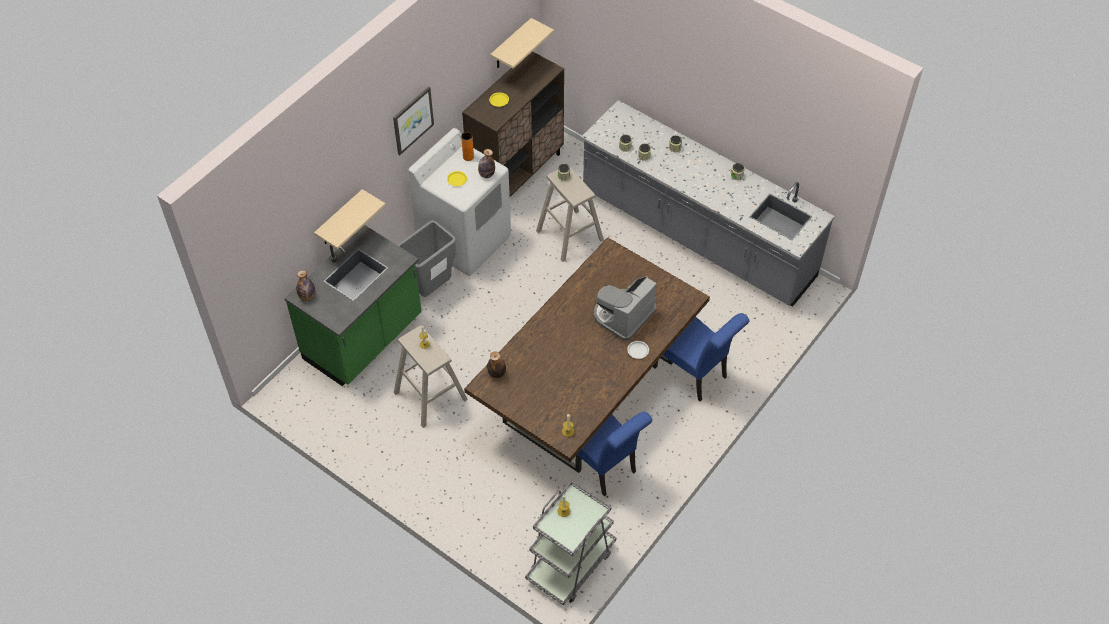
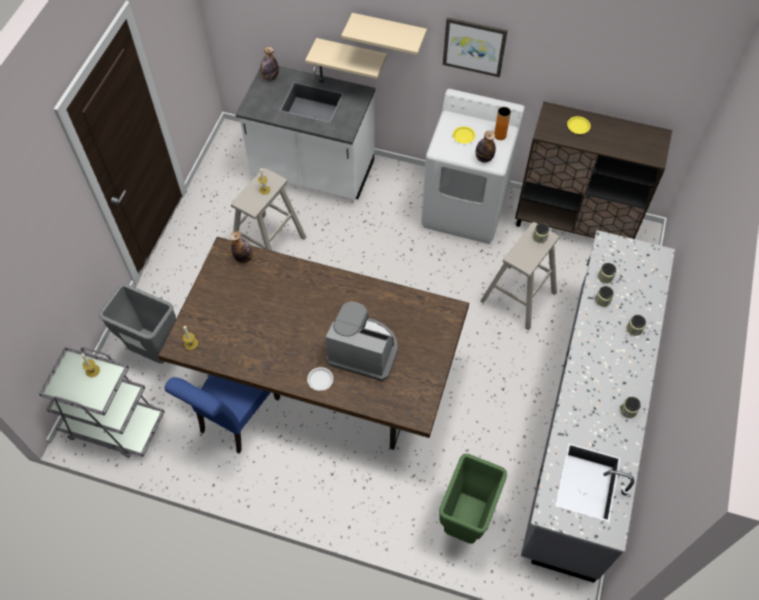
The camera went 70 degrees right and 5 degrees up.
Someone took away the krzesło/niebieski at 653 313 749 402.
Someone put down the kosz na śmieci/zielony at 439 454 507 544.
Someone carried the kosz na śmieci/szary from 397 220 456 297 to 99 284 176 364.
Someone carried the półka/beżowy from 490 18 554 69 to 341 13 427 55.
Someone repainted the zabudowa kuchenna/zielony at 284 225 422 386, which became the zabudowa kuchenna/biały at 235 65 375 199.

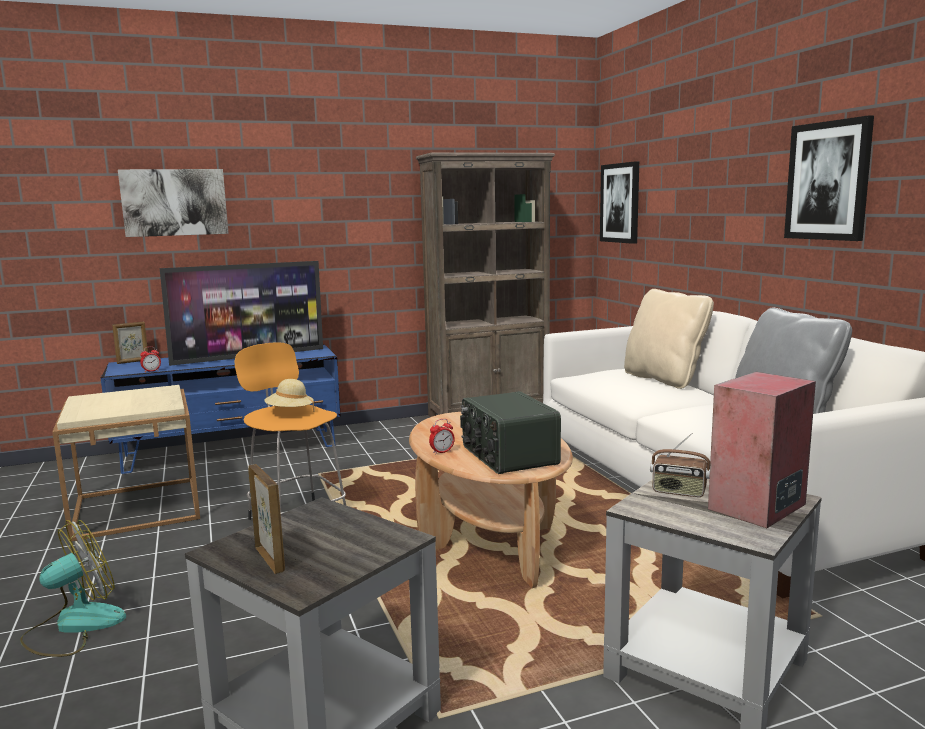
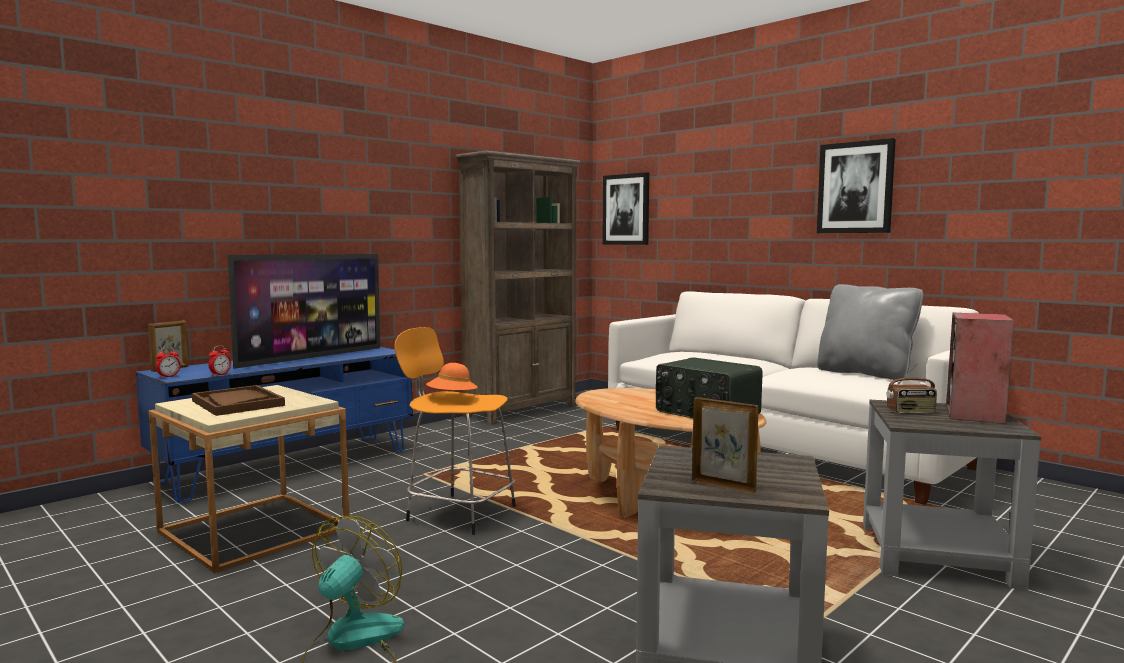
The camera went 25 degrees left and 5 degrees down.
Someone took away the obraz at 118 169 229 237.
Someone took away the poduszka/beżowy at 624 289 714 389.
Someone put down the taca/brązowy at 192 385 285 416.
Someone carried the budzik from 429 419 455 454 to 155 347 181 378.
Someone repainted the kapelusz/beżowy at 264 379 314 412, which became the kapelusz/pomarańczowy at 426 363 477 395.

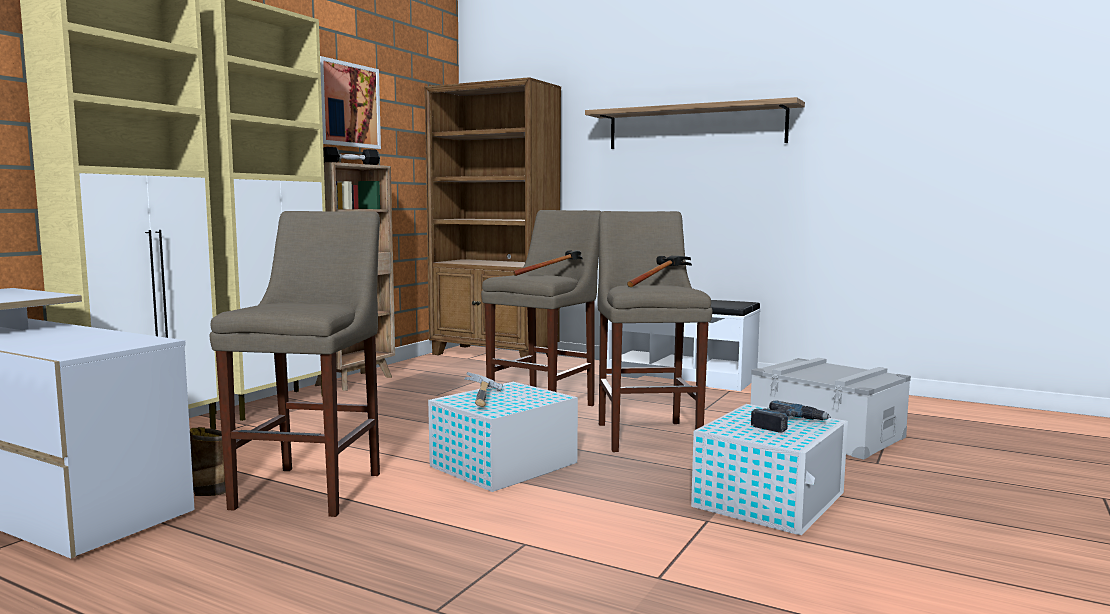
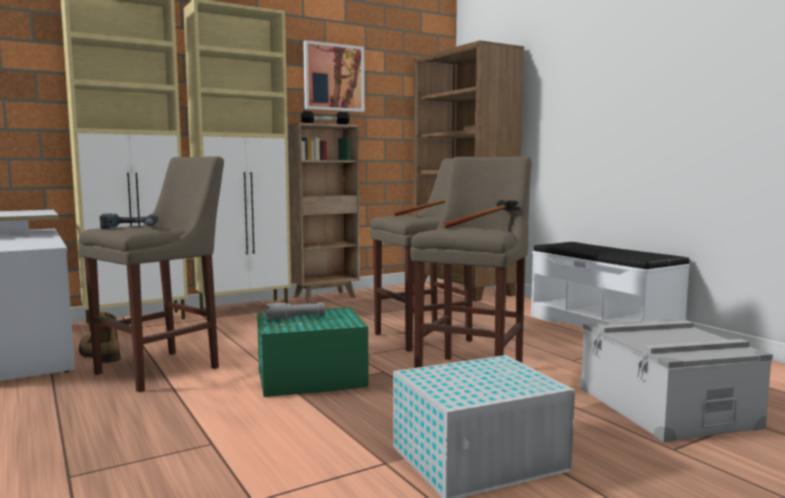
The camera went 30 degrees right and 0 degrees up.
Someone took away the półka at 585 97 805 149.
Someone carried the wiertarka from 751 401 831 433 to 100 213 158 229.
Someone swapped the młotek at 464 372 503 407 for the latarka/szary at 266 302 325 320.
Someone repainted the pojemnik do przechowywania/biały at 428 382 578 492, which became the pojemnik do przechowywania/zielony at 257 307 369 397.

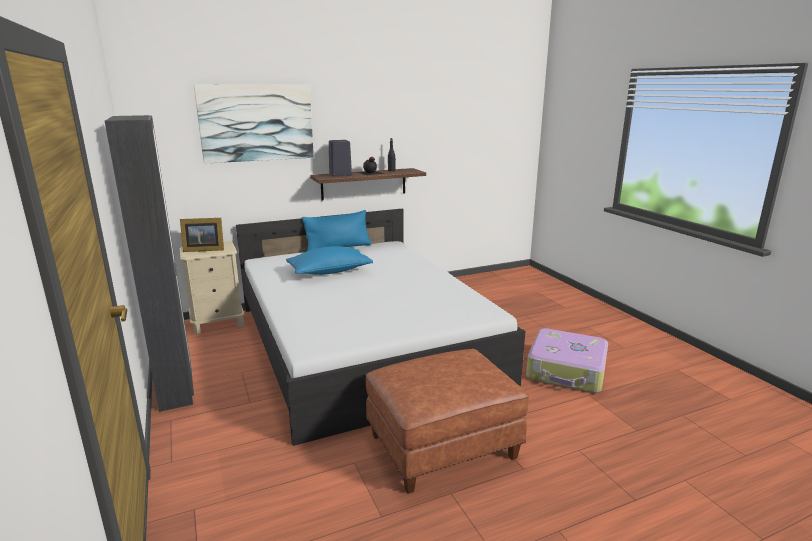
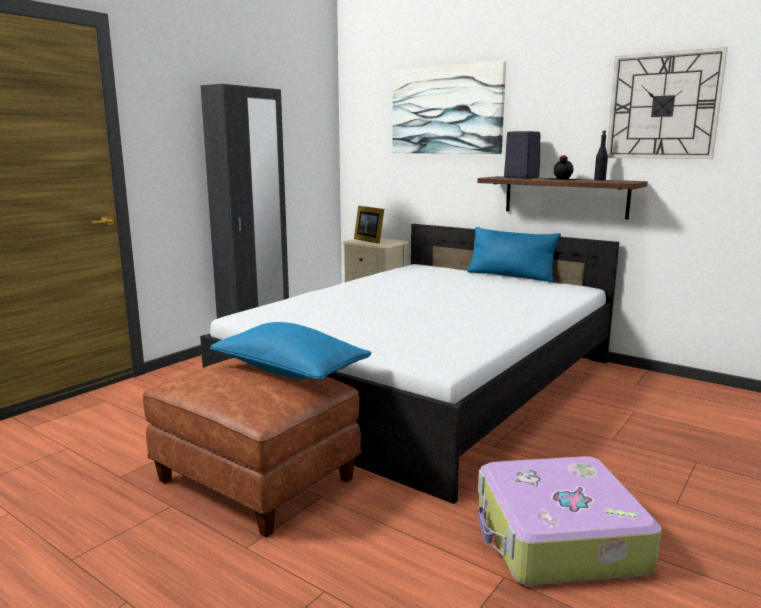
The camera went 60 degrees right and 5 degrees down.
Someone put up the zegar ścienny at 607 47 728 159.
Someone carried the poduszka/niebieski from 286 246 373 275 to 210 322 371 381.

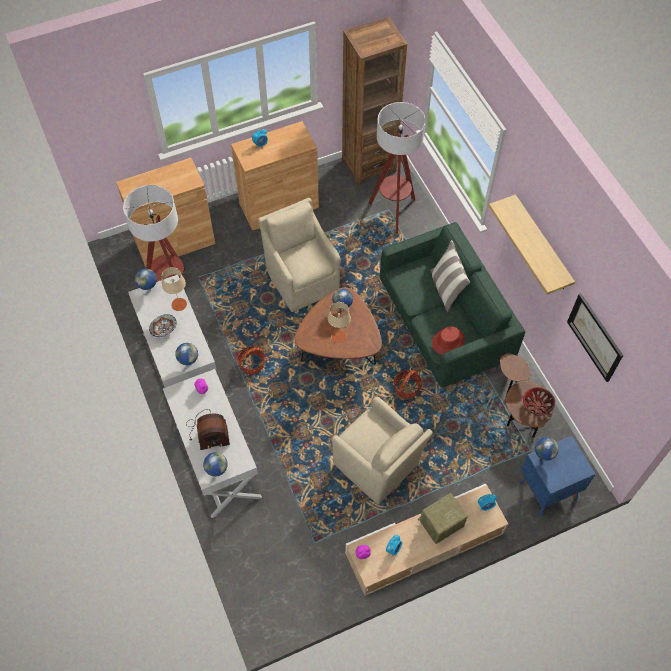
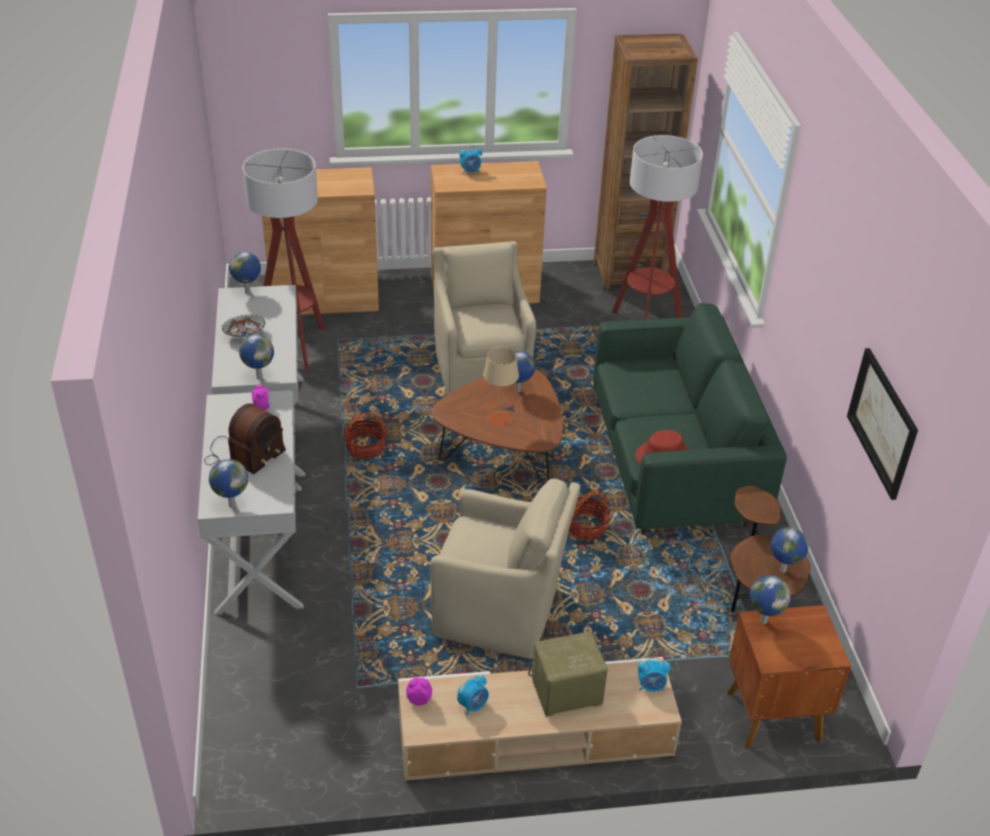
The camera went 15 degrees right and 20 degrees down.
Someone took away the lampa stołowa/beżowy at 162 267 187 311.
Someone took away the poduszka at 431 240 470 312.
Someone took away the półka at 489 194 575 295.
Someone swapped the miska at 523 387 555 416 for the globus at 771 527 809 573.
Someone repainted the szafka nocna/niebieski at 520 436 596 517, which became the szafka nocna/brązowy at 727 605 851 749.
Someone rotated the radio at 186 409 230 450 by 60 degrees counterclockwise.
Someone rotated the fotel/beżowy at 332 397 433 504 by 45 degrees counterclockwise.

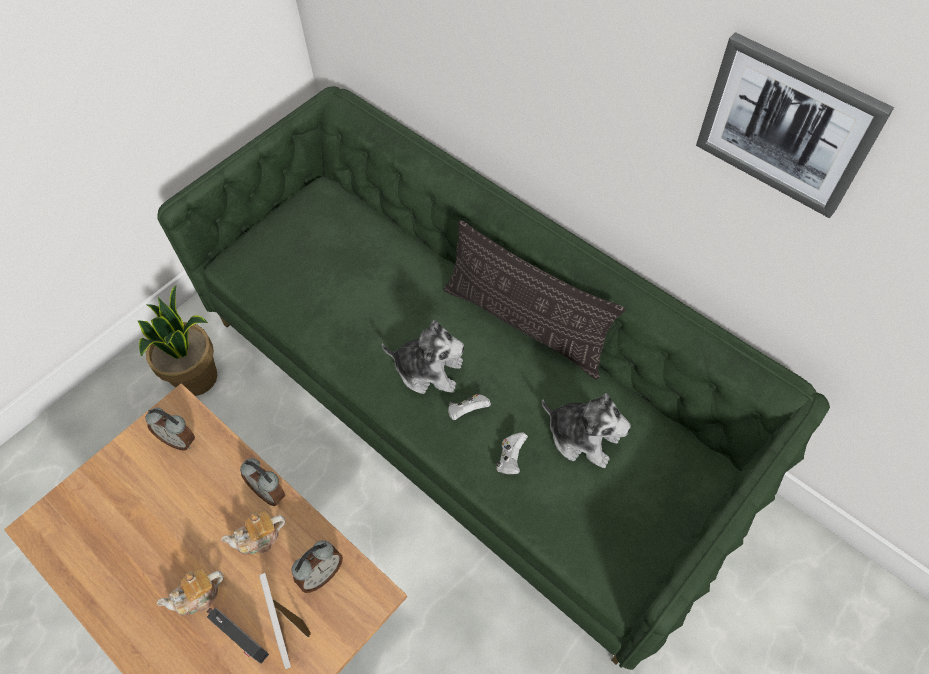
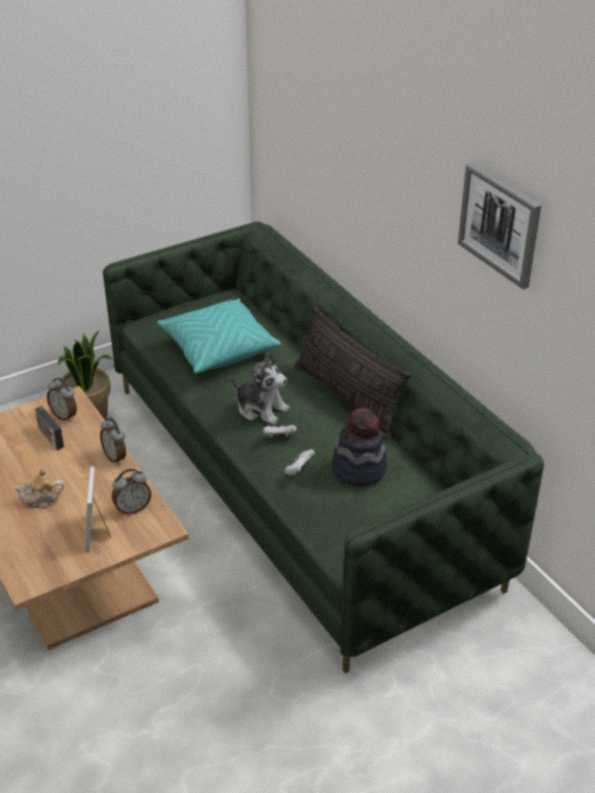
The camera went 15 degrees right and 20 degrees down.
Someone took away the imbryk at 221 511 285 555.
Someone put down the poduszka/turkusowy at 157 298 281 373.
Someone carried the radio from 207 608 269 664 to 35 404 64 450.
Someone swapped the pluszak at 542 393 631 468 for the kapelusz at 332 408 388 486.

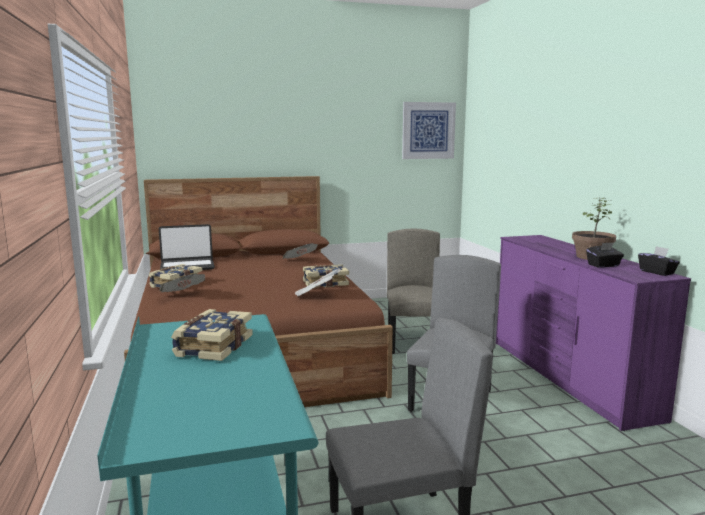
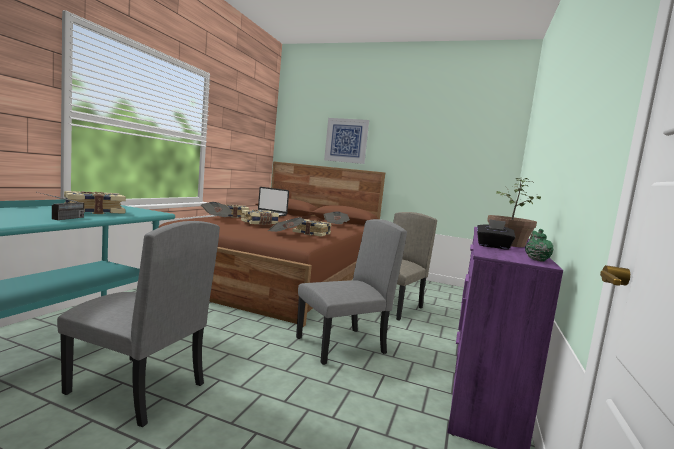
The camera went 35 degrees right and 5 degrees down.
Someone put down the radio at 36 192 84 220.
Someone put down the książka at 241 210 279 225.
Someone carried the obraz from 402 102 456 159 to 324 118 369 164.
Someone swapped the pudełko chusteczek/czarny at 638 246 680 276 for the imbryk/zielony at 525 229 553 262.

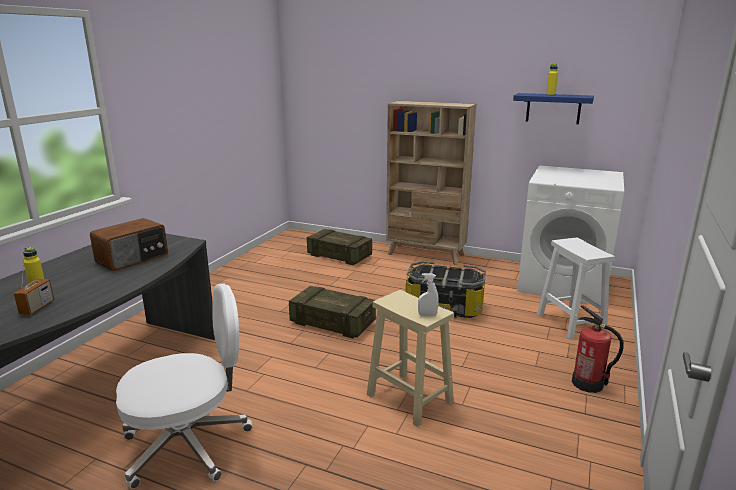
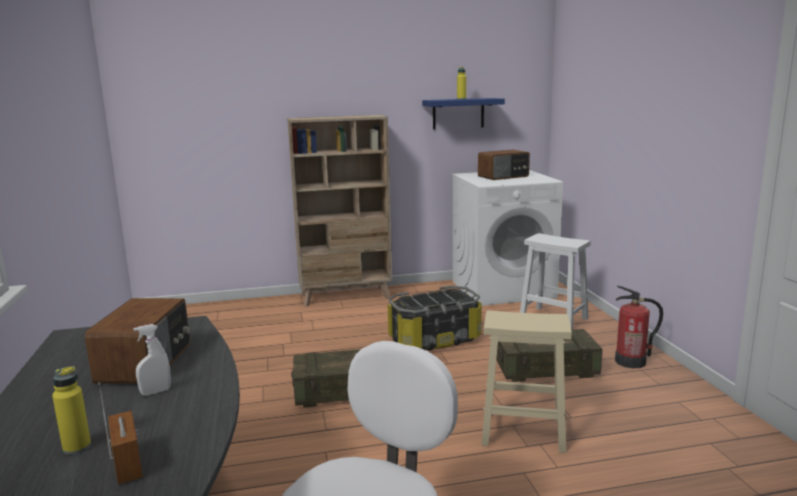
The camera went 35 degrees left and 5 degrees down.
Someone put down the radio at 478 150 530 180.
Someone carried the skrzynka from 307 229 372 265 to 496 329 602 382.
Someone carried the spryskiwacz/biały from 418 273 439 316 to 134 324 171 396.

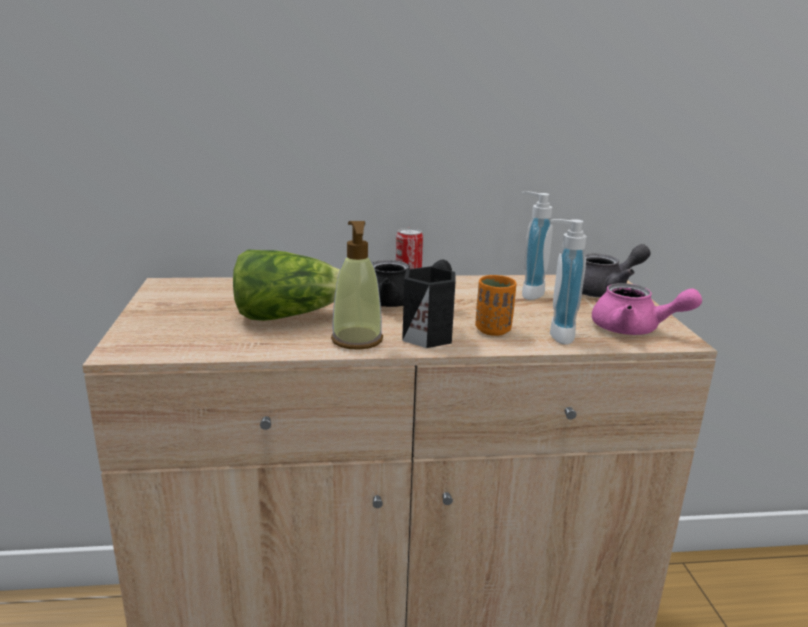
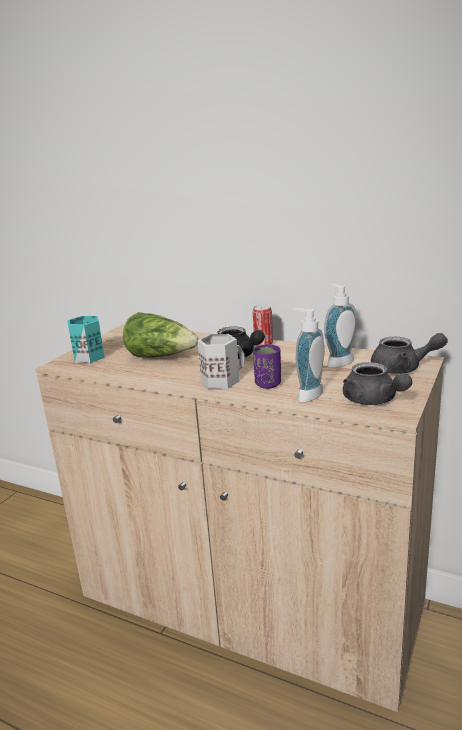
The camera went 35 degrees right and 0 degrees up.
Someone took away the dozownik mydła at 331 221 383 350.
Someone put down the kubek/turkusowy at 68 316 105 363.
Someone repainted the kubek/czarny at 402 266 456 348, which became the kubek/biały at 197 334 245 389.
Someone repainted the filiżanka/pomarańczowy at 475 275 517 336, which became the filiżanka/fioletowy at 253 344 281 389.
Someone repainted the imbryk/różowy at 592 283 702 335, which became the imbryk/szary at 343 362 412 405.

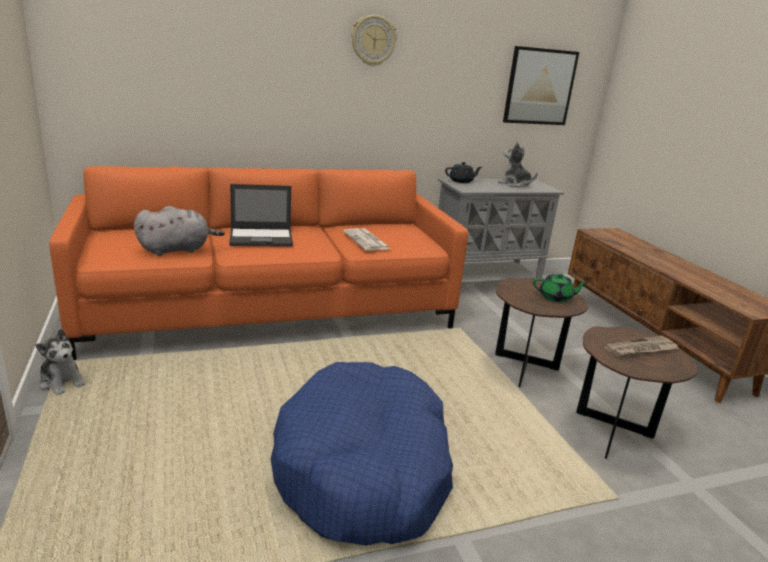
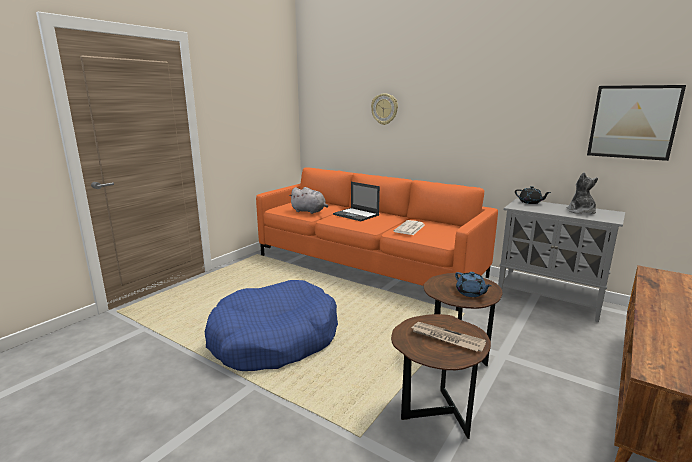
The camera went 55 degrees right and 5 degrees down.
Someone took away the pluszak at 36 329 86 395.
Someone carried the zegar ścienny from 351 15 397 66 to 371 93 398 125.
Someone repainted the imbryk/zielony at 533 273 588 302, which became the imbryk/niebieski at 455 272 492 297.

